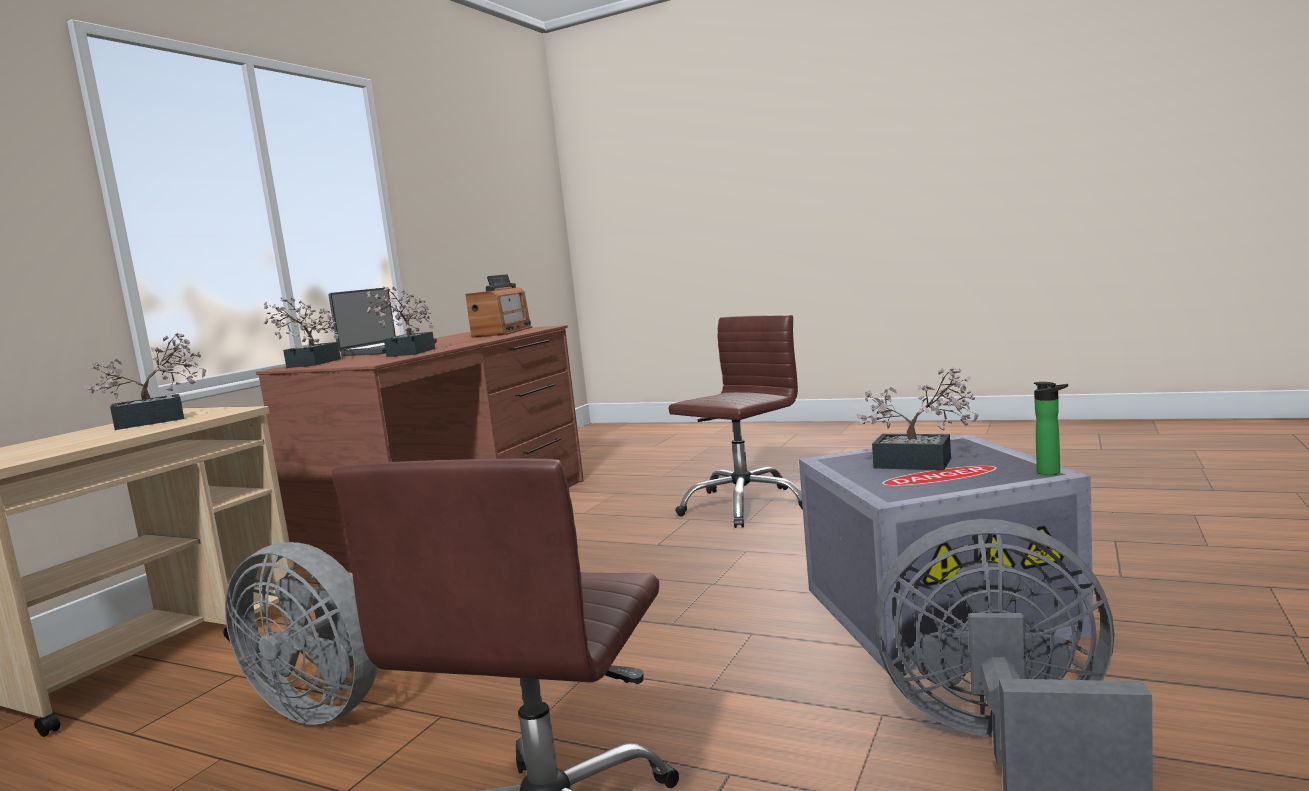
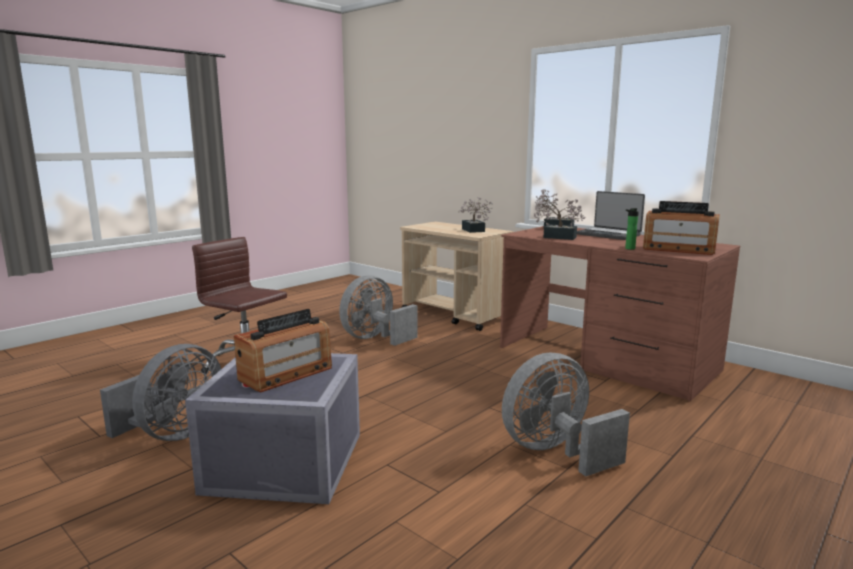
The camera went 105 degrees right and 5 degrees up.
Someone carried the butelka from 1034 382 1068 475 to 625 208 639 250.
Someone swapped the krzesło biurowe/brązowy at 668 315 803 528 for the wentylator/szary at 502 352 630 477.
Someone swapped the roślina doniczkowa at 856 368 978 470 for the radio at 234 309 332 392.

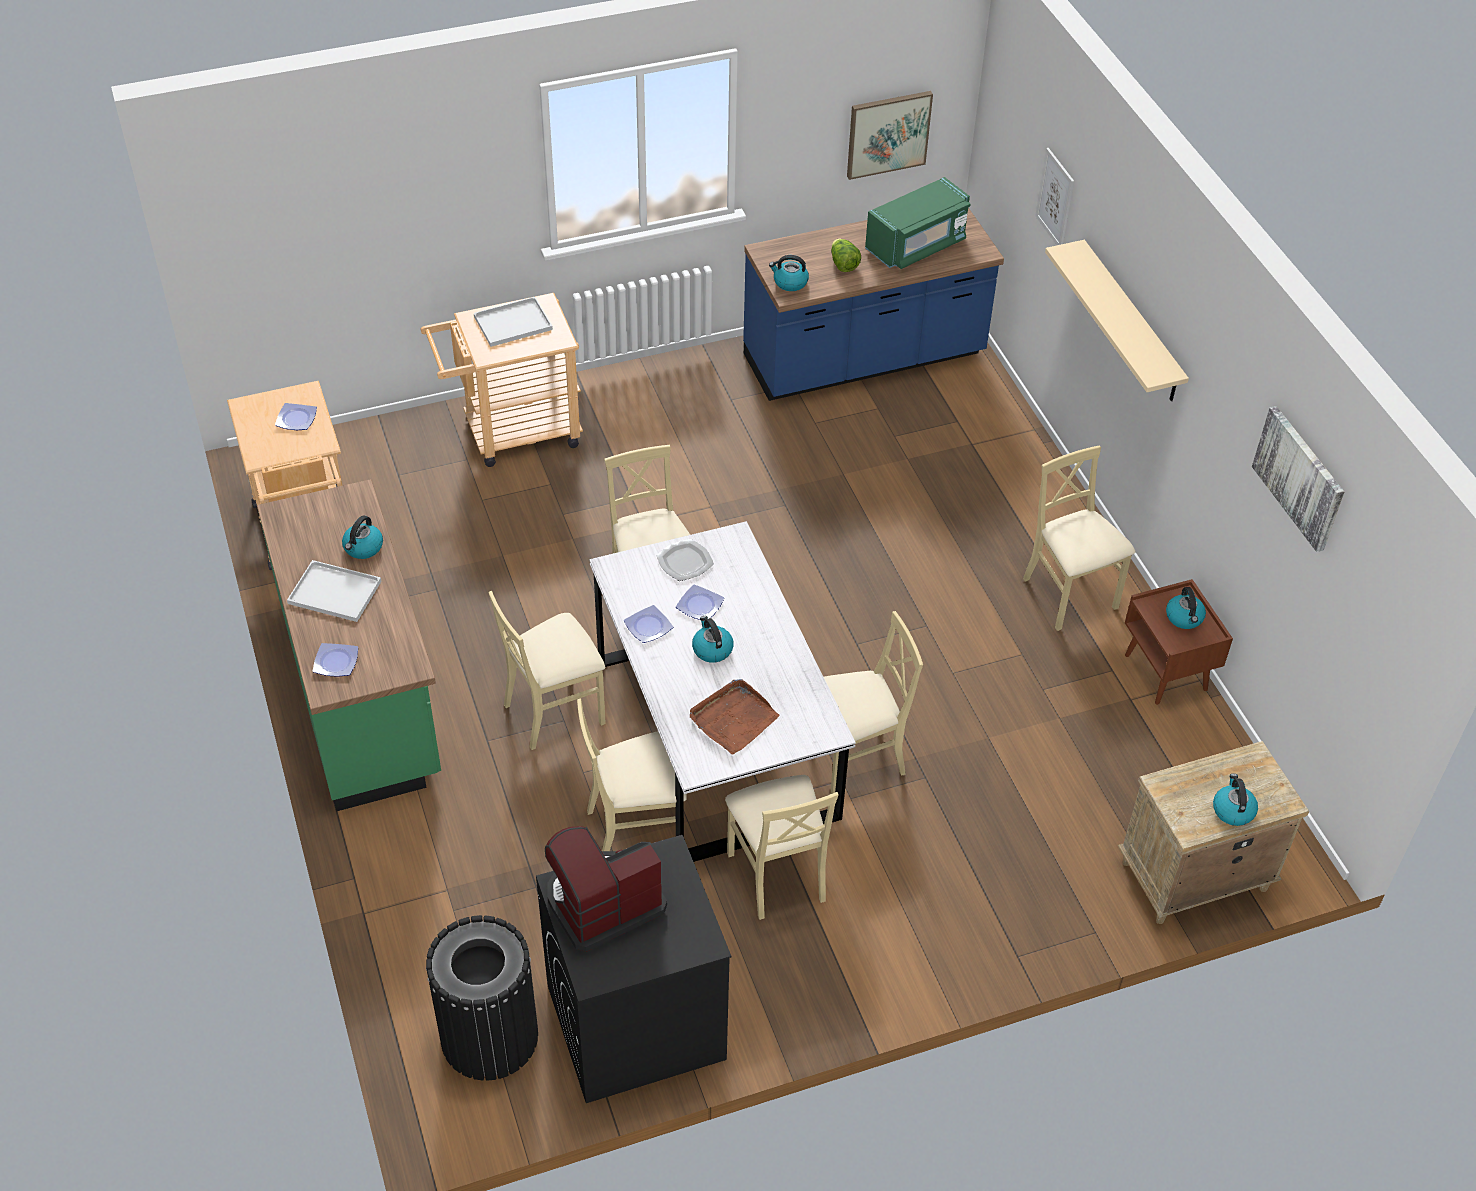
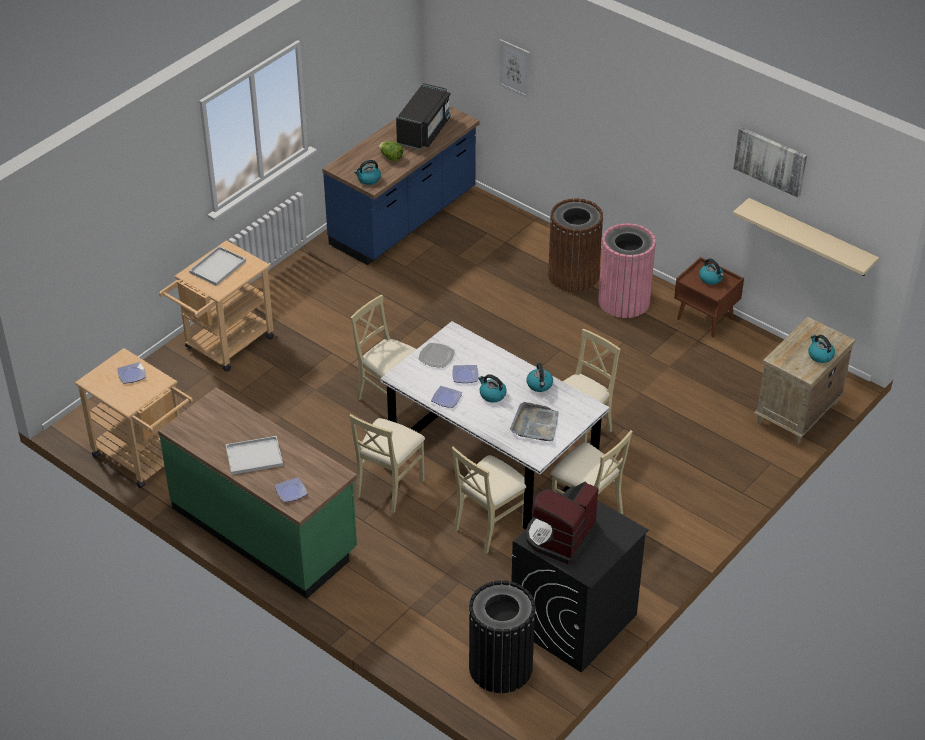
The camera went 30 degrees left and 5 degrees down.
Someone took away the obraz at 847 91 933 180.
Someone put down the kosz na śmieci/brązowy at 548 198 603 292.
Someone carried the czajnik from 342 515 383 559 to 527 363 553 392.
Someone carried the półka/beżowy from 1045 240 1189 401 to 733 198 879 276.
Someone swapped the krzesło/beżowy at 1023 446 1135 631 for the kosz na śmieci/różowy at 598 223 656 318.
Someone repainted the taca/brązowy at 690 679 780 755, which became the taca/szary at 510 402 559 441.
Someone repainted the mikrofalówka/zielony at 865 177 971 269, which became the mikrofalówka/czarny at 396 83 451 149.

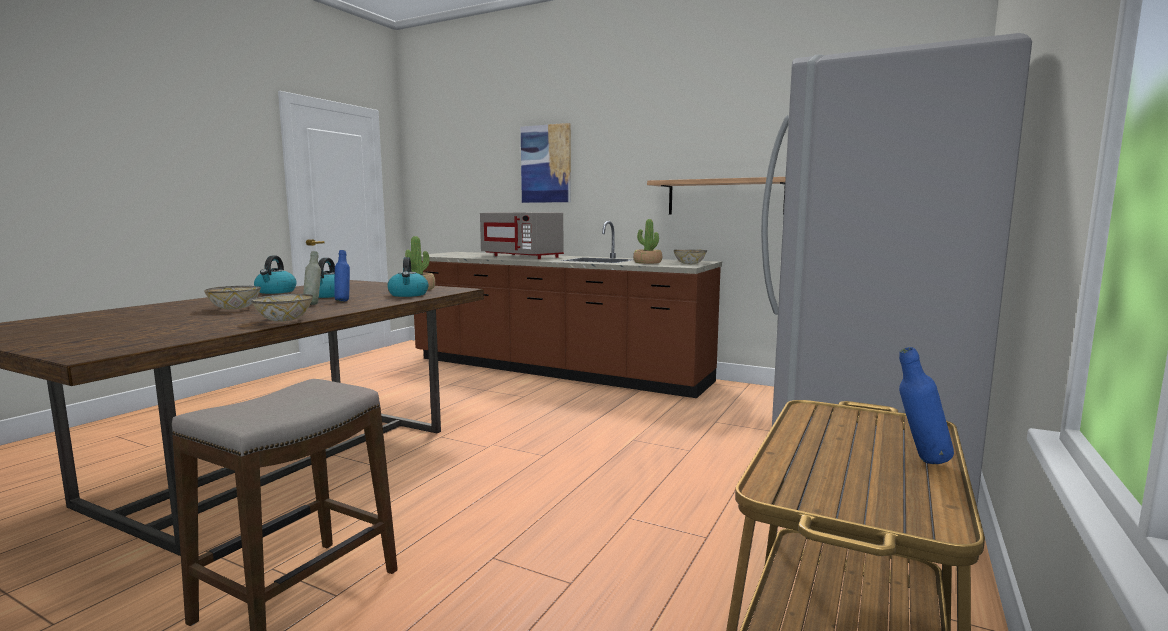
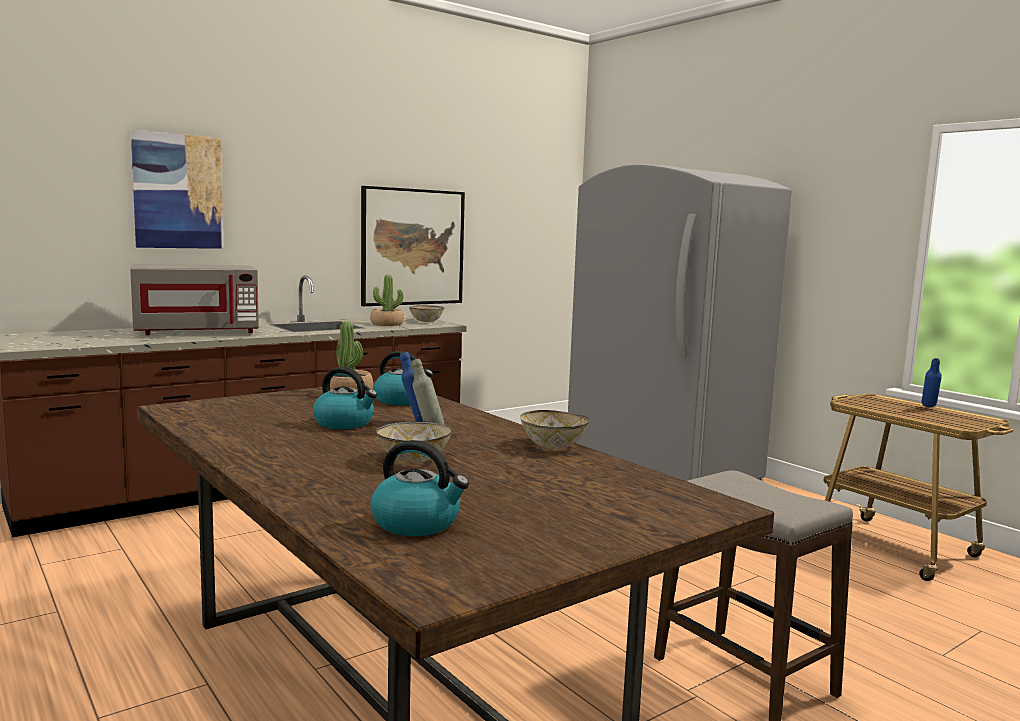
The camera went 65 degrees left and 0 degrees up.
Someone carried the czajnik from 254 256 297 294 to 370 440 469 536.
Someone swapped the półka at 647 177 786 215 for the obraz at 361 186 465 306.

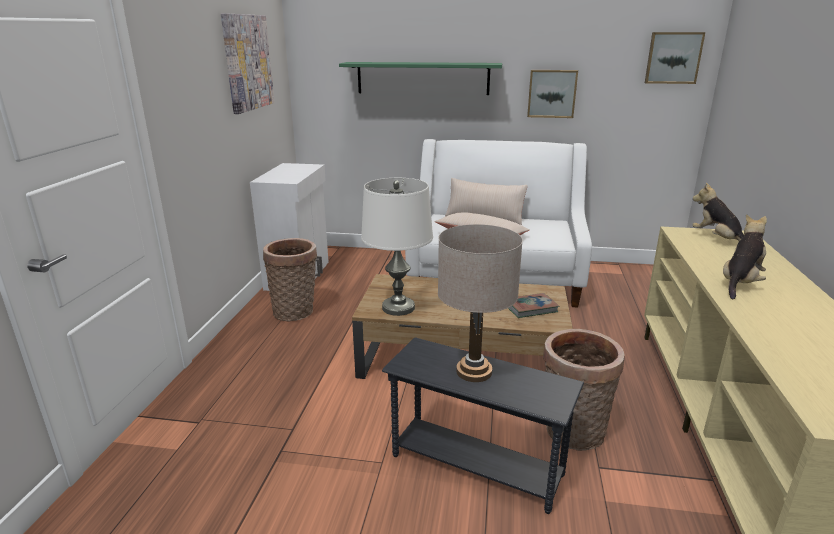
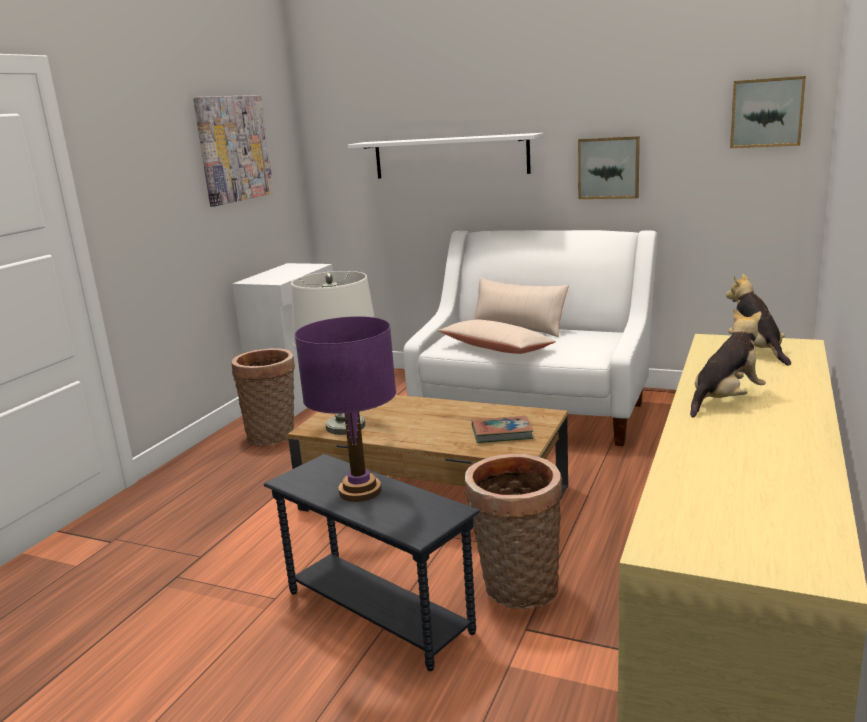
The camera went 15 degrees right and 5 degrees down.
Someone repainted the półka/zielony at 339 62 502 95, which became the półka/biały at 348 133 544 179.
Someone repainted the lampa stołowa/beżowy at 438 224 523 382, which became the lampa stołowa/fioletowy at 295 316 396 502.

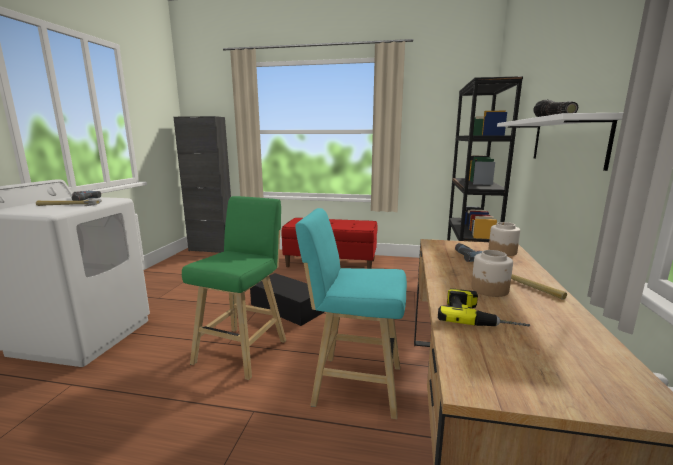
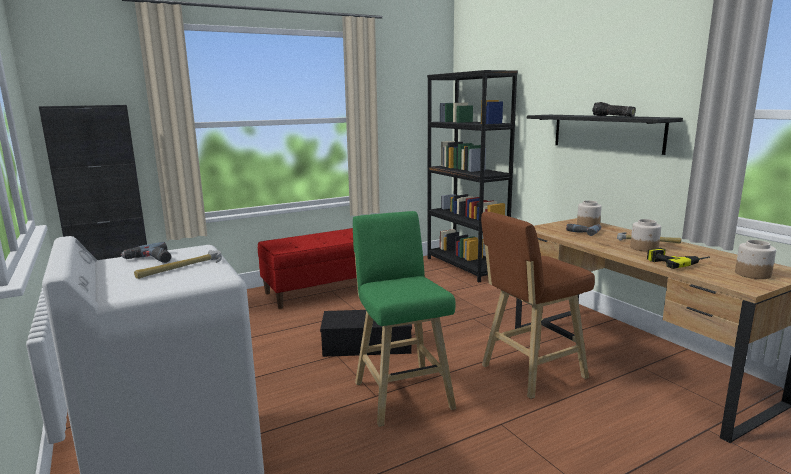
The camera went 40 degrees left and 0 degrees up.
Someone put down the słoik at 735 240 776 279.
Someone repainted the stołek/turkusowy at 295 208 407 419, which became the stołek/brązowy at 481 212 595 399.
Someone repainted the półka/biały at 497 113 623 171, which became the półka/czarny at 527 115 683 155.

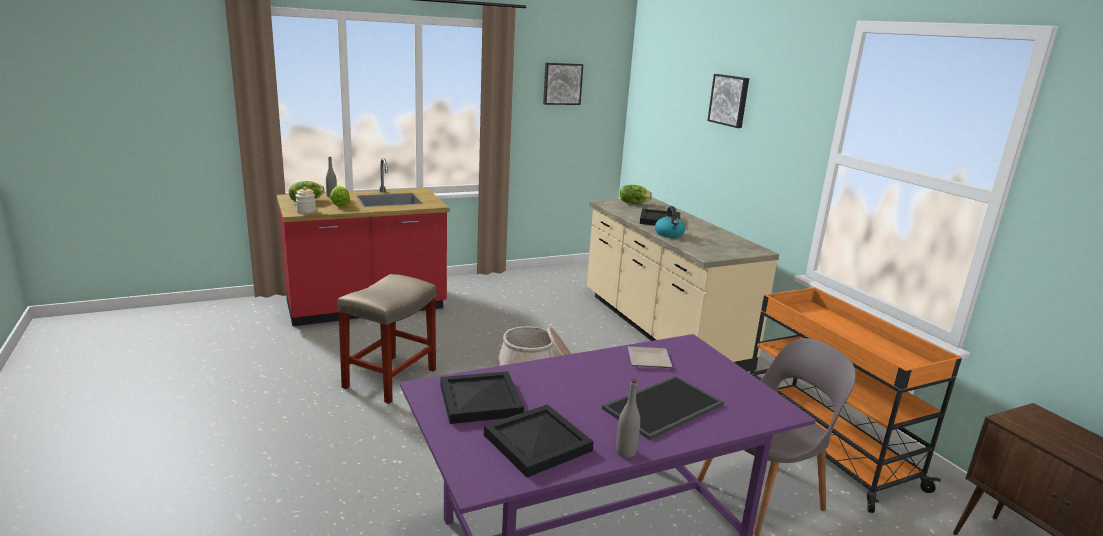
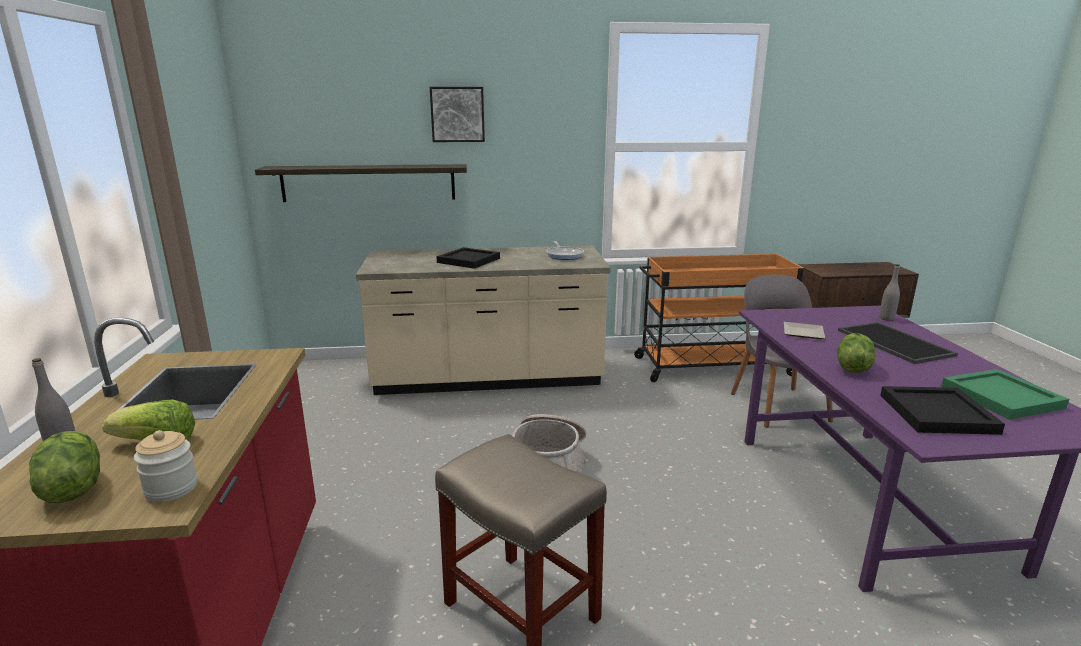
The camera went 70 degrees left and 0 degrees up.
Someone took away the obraz at 543 63 583 105.
Someone took away the czajnik at 655 206 685 238.
Someone put up the półka at 255 164 467 202.
Someone put down the patelnia at 546 241 584 260.
Someone carried the butelka/szary from 616 379 640 458 to 879 264 900 321.
Someone carried the sałata from 620 185 652 204 to 837 333 875 373.
Someone repainted the taca/czarny at 484 404 594 477, which became the taca/zielony at 941 369 1069 420.

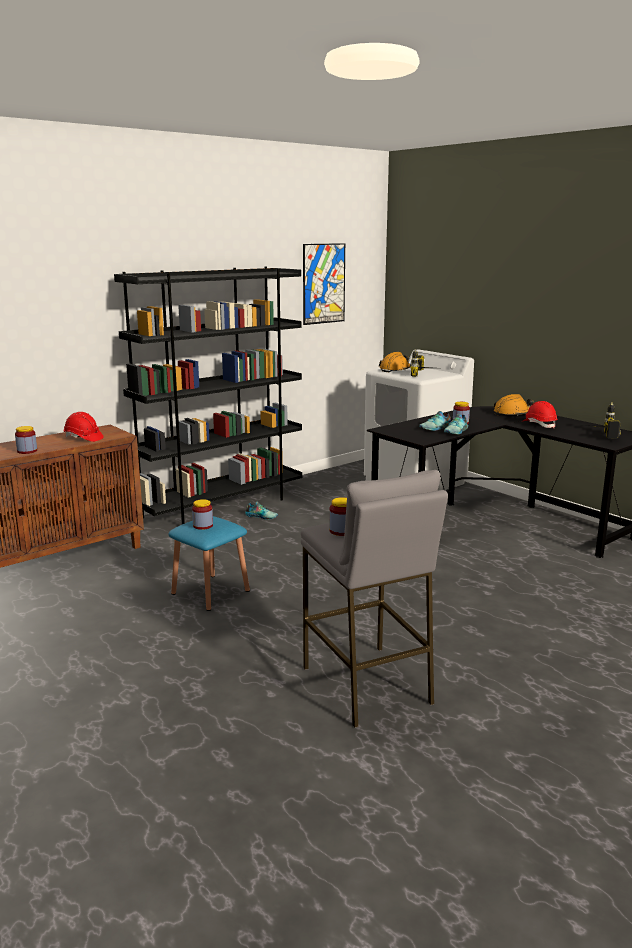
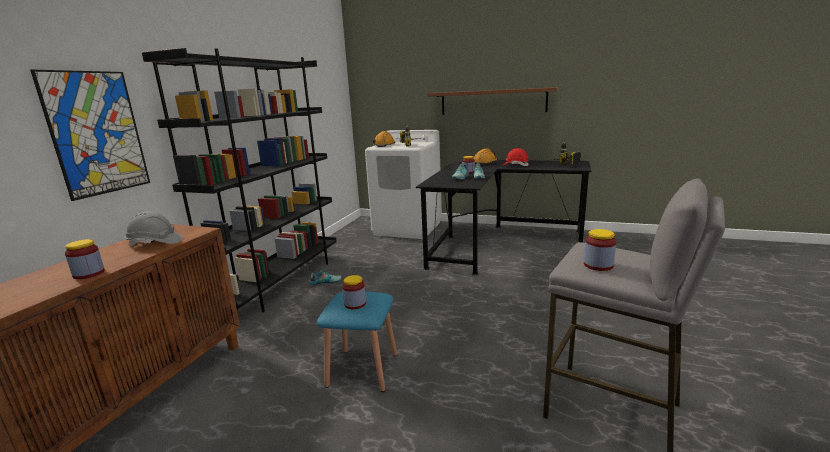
The camera went 30 degrees left and 0 degrees up.
Someone put up the półka/brązowy at 427 87 558 115.
Someone carried the obraz from 303 243 345 325 to 30 70 150 201.
Someone repainted the kask/czerwony at 63 412 103 442, which became the kask/szary at 125 211 183 246.

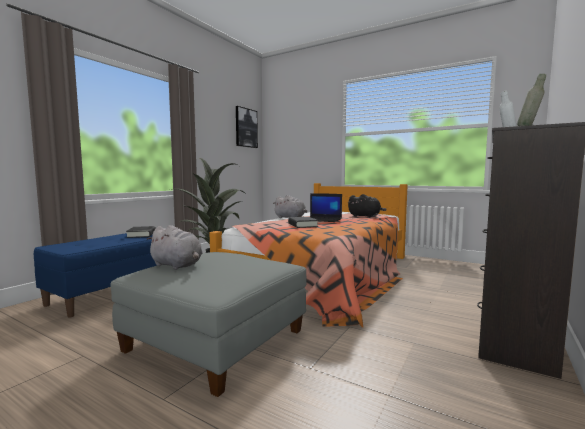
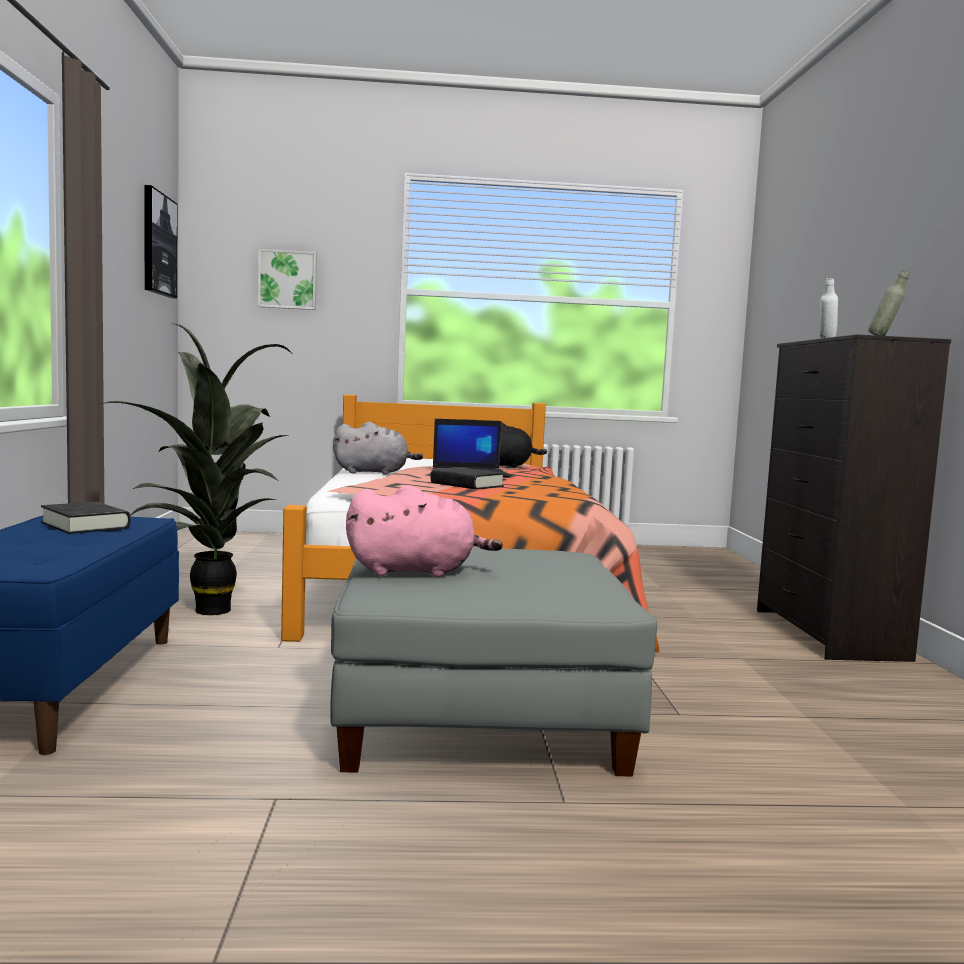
The camera went 35 degrees left and 0 degrees up.
Someone put up the obraz at 258 249 317 310.
Someone repainted the pluszak/szary at 146 225 202 270, which became the pluszak/różowy at 346 485 503 577.

